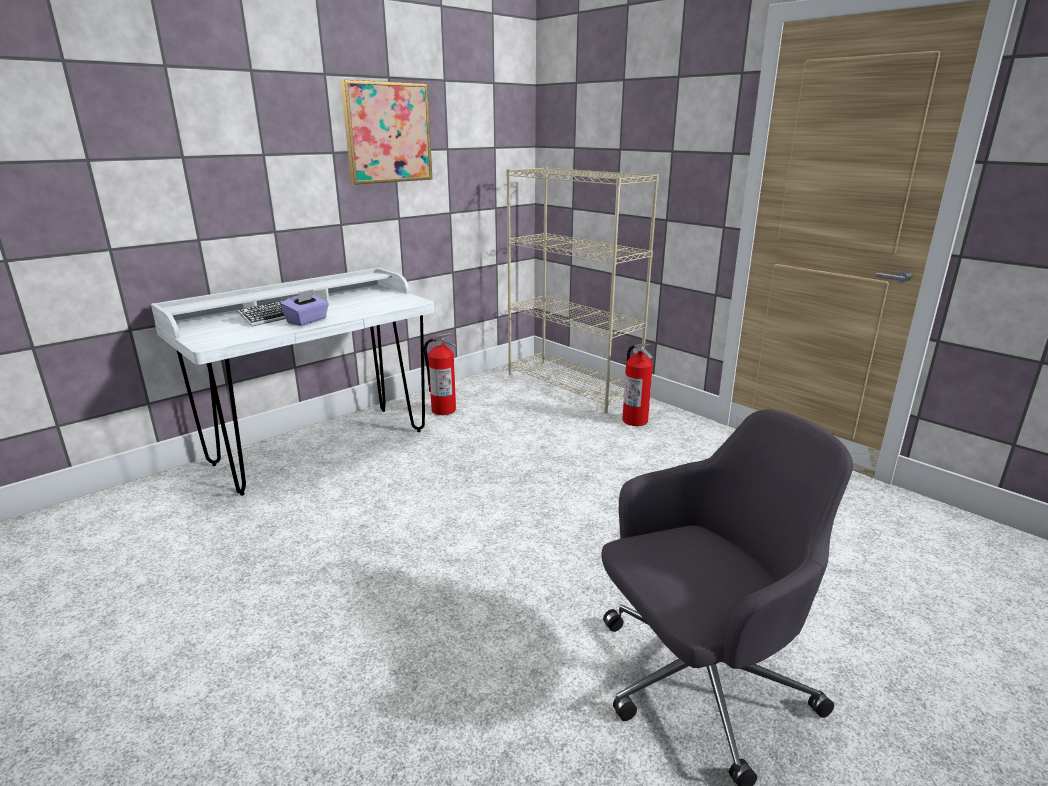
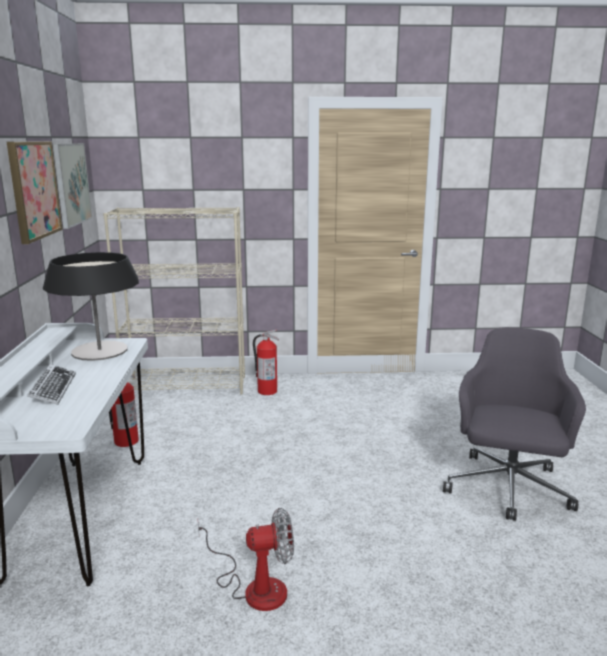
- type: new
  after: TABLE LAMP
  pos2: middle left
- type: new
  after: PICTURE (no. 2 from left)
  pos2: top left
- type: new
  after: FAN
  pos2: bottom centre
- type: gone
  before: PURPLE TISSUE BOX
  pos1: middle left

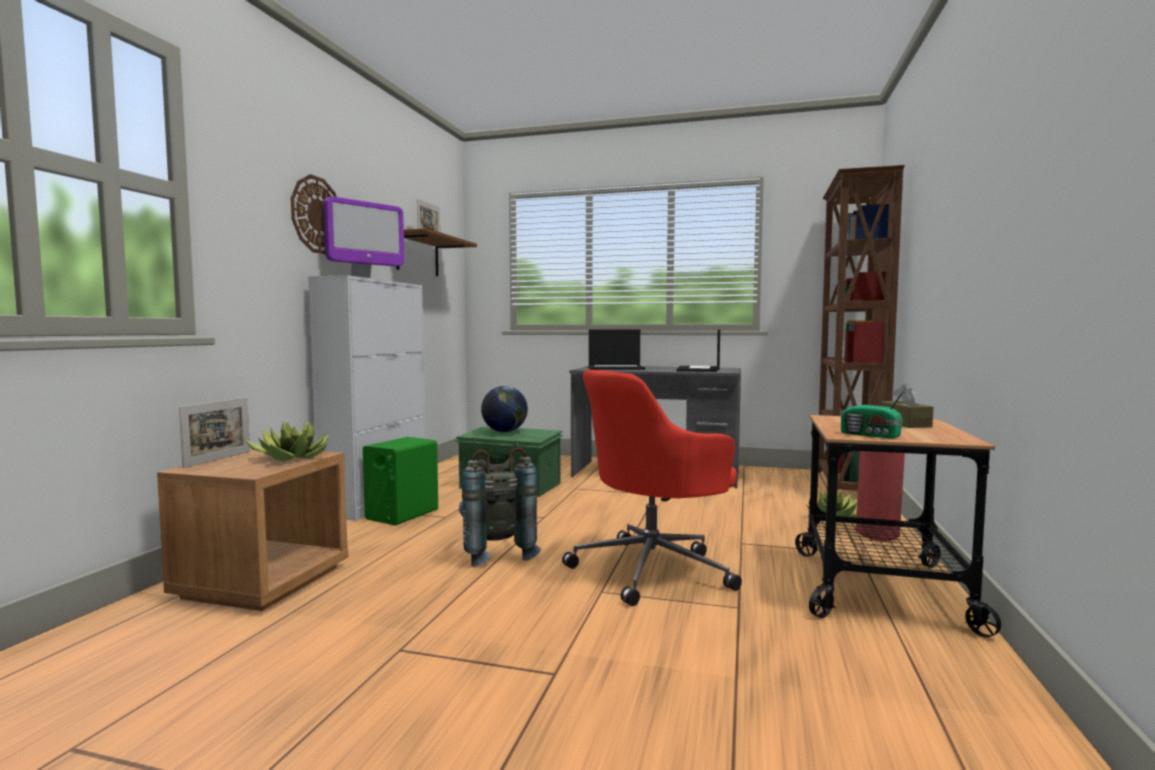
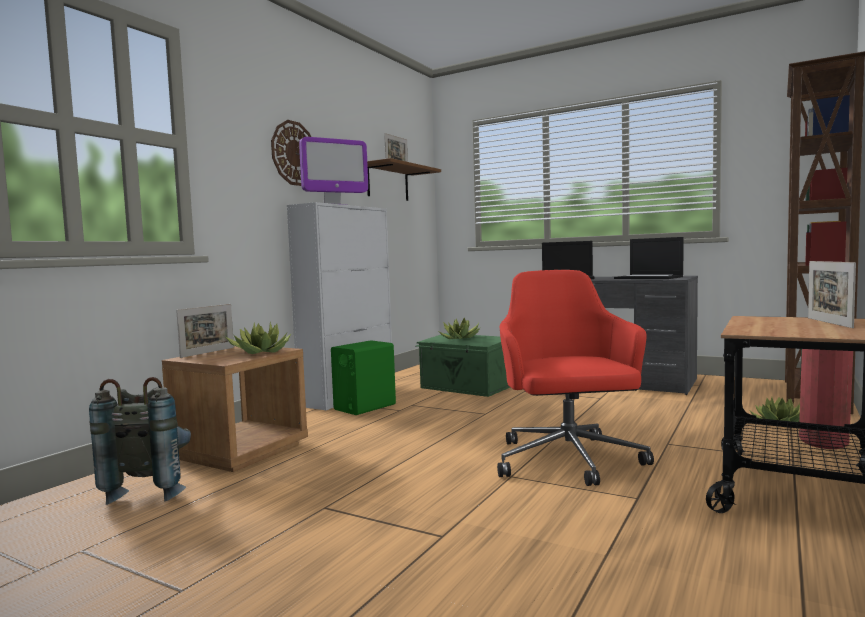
- type: shifted
  before: GREY BACKPACK
  pos1: centre
  pos2: bottom left
- type: swapped
  before: GLOBE
  after: POTTED PLANT (no. 2 from left)
  pos1: centre
  pos2: centre
- type: rotated
  before: RED OFFICE CHAIR
  pos1: centre
  pos2: centre
  turn: 105
- type: rotated
  before: LAPTOP (no. 2 from left)
  pos1: centre
  pos2: middle right
  turn: -75
- type: swapped
  before: BROWN TISSUE BOX
  after: PICTURE FRAME (no. 3 from left)
  pos1: middle right
  pos2: middle right
- type: gone
  before: RADIO
  pos1: middle right

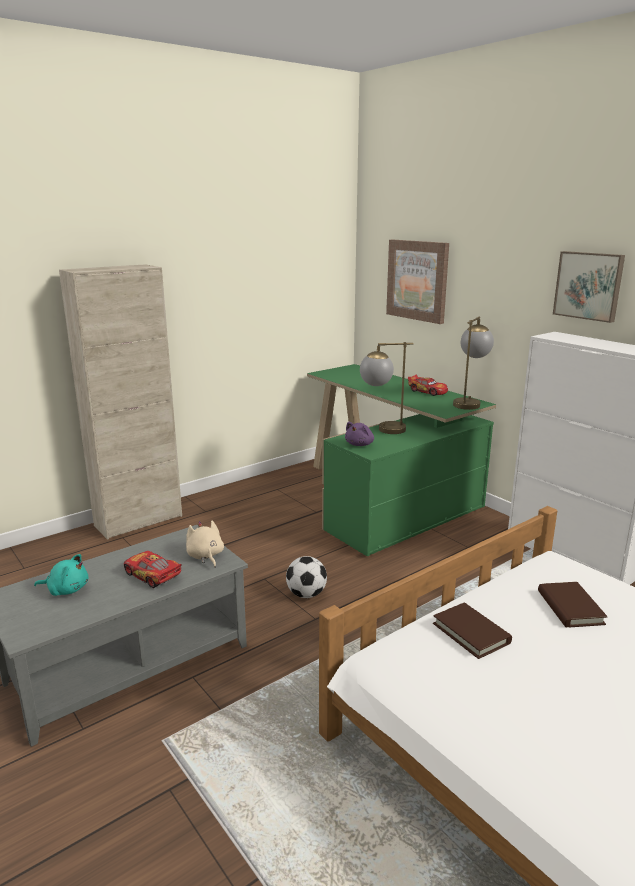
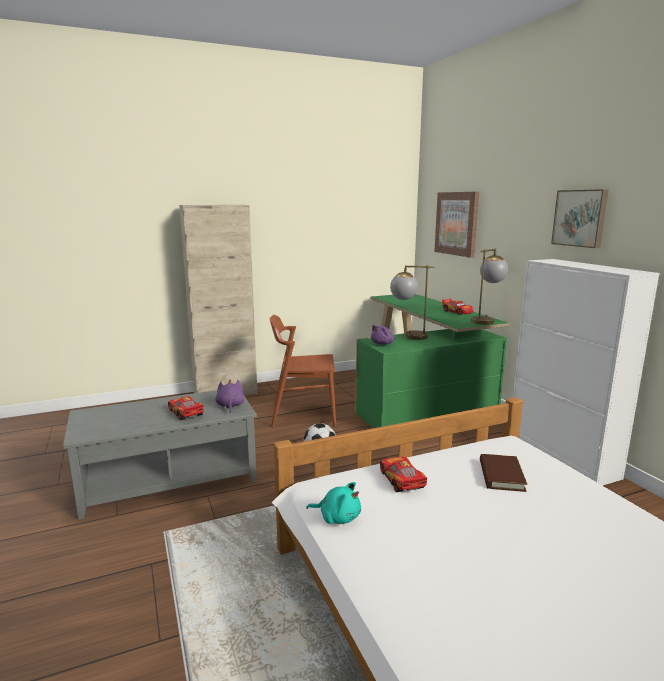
- type: repainted
  before: BEIGE PLUSH TOY
  after: PURPLE PLUSH TOY (no. 1 from left)
  pos1: middle left
  pos2: centre
- type: new
  after: BROWN CHAIR
  pos2: centre
- type: shifted
  before: TURQUOISE PLUSH TOY
  pos1: middle left
  pos2: bottom centre
- type: swapped
  before: BROWN BOOK (no. 1 from left)
  after: TOY CAR (no. 2 from left)
  pos1: bottom right
  pos2: bottom centre

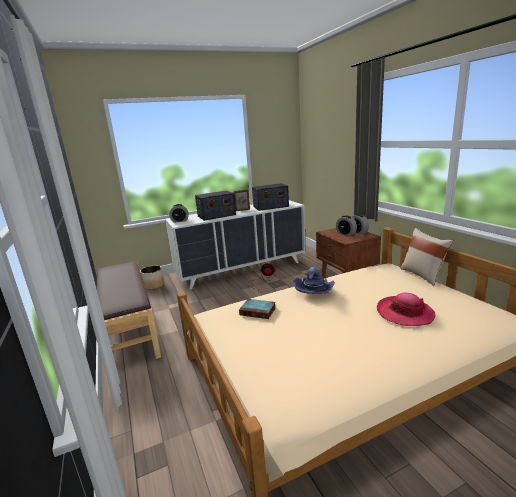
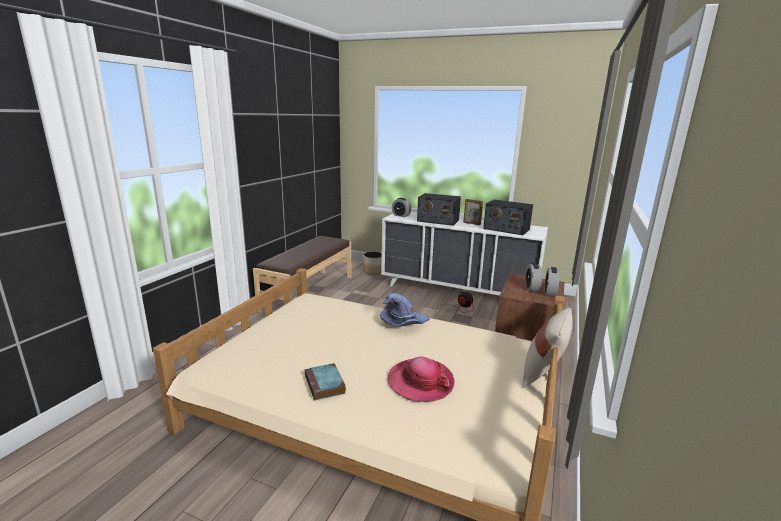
- type: shifted
  before: BOOK
  pos1: centre
  pos2: bottom centre

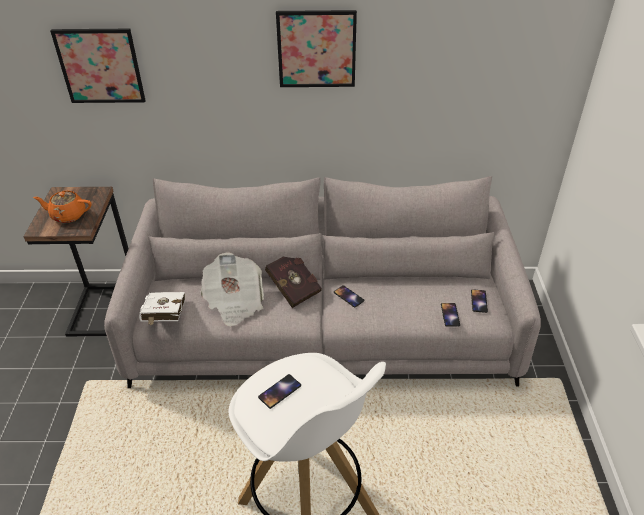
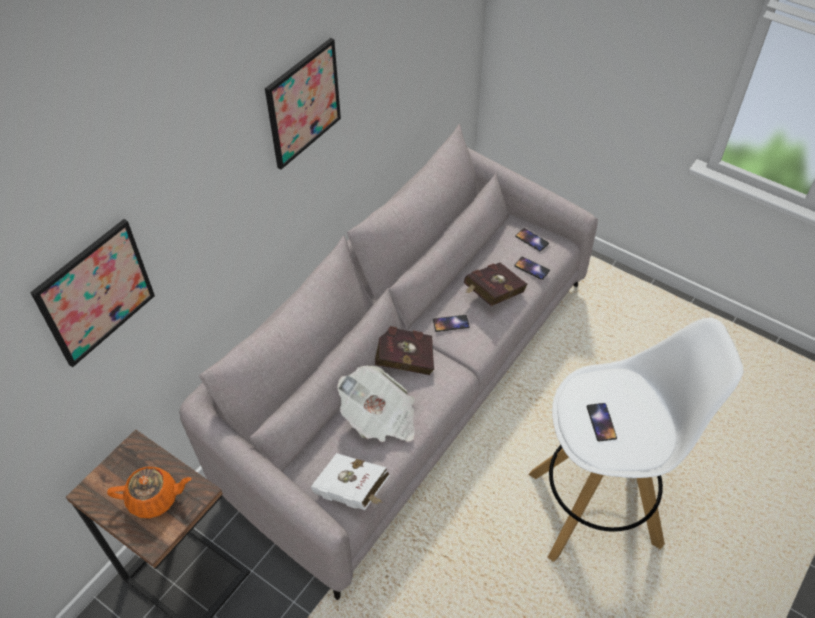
- type: rotated
  before: ORANGE TEAPOT
  pos1: middle left
  pos2: bottom left
  turn: -135
- type: new
  after: RED BOOK (no. 2 from left)
  pos2: centre

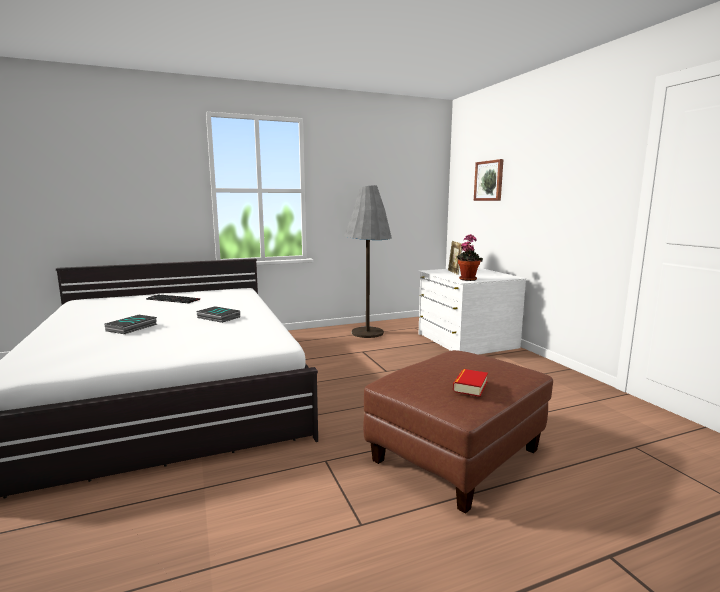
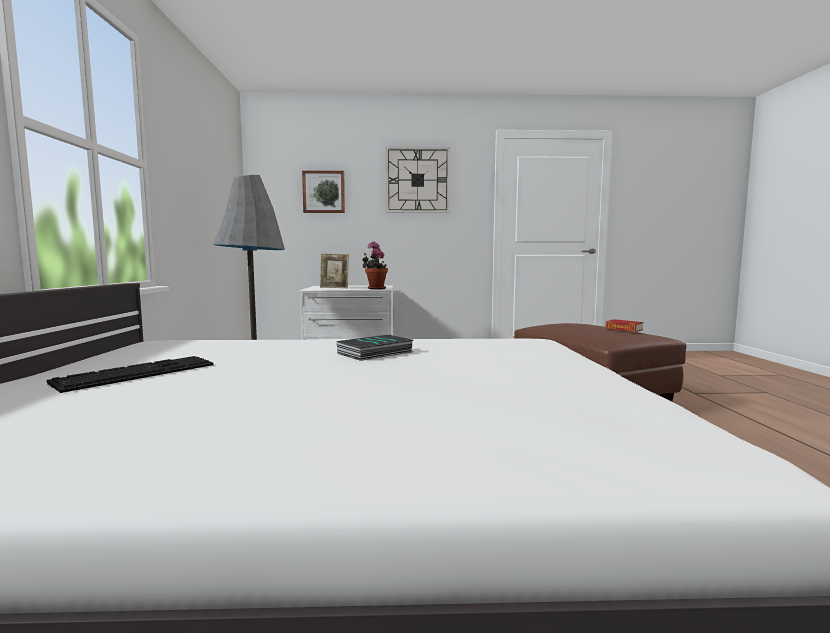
- type: new
  after: WALL CLOCK
  pos2: top centre
- type: gone
  before: BOOK (no. 1 from left)
  pos1: middle left

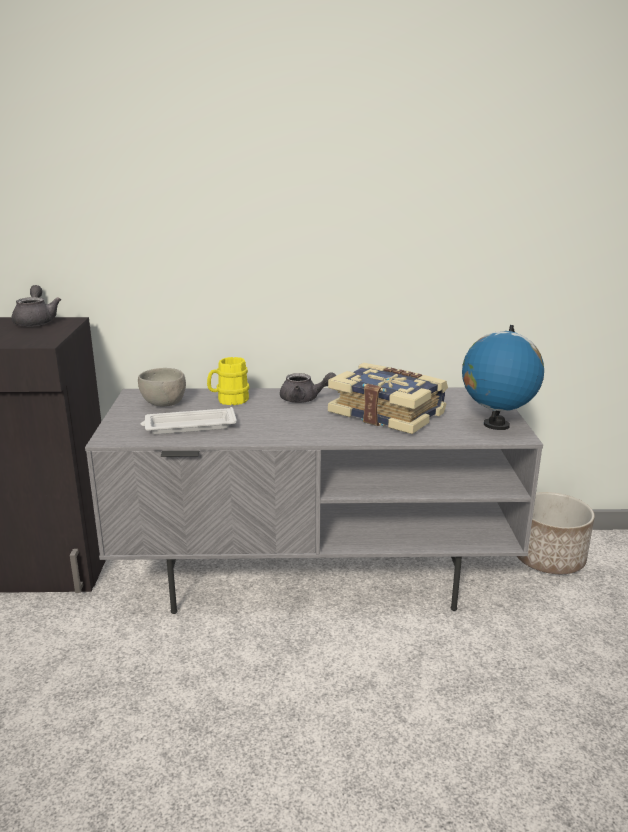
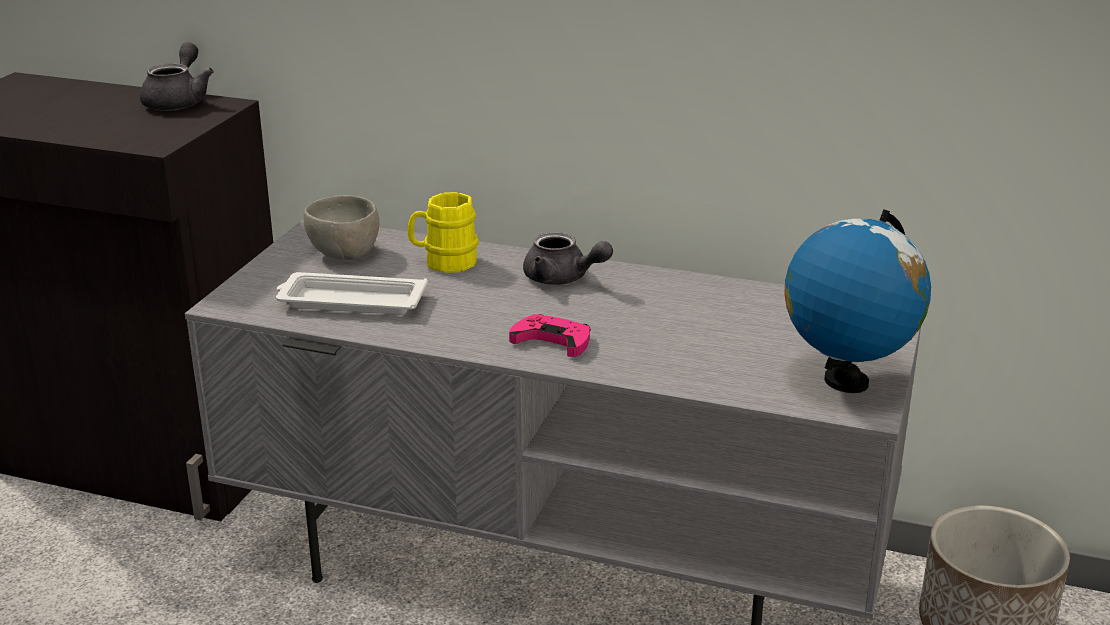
- type: new
  after: PINK GAME CONTROLLER
  pos2: centre
- type: gone
  before: BOOK
  pos1: centre

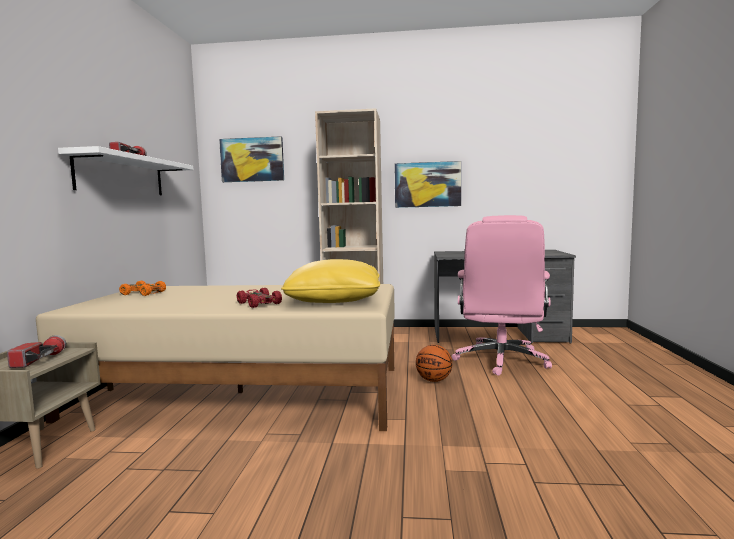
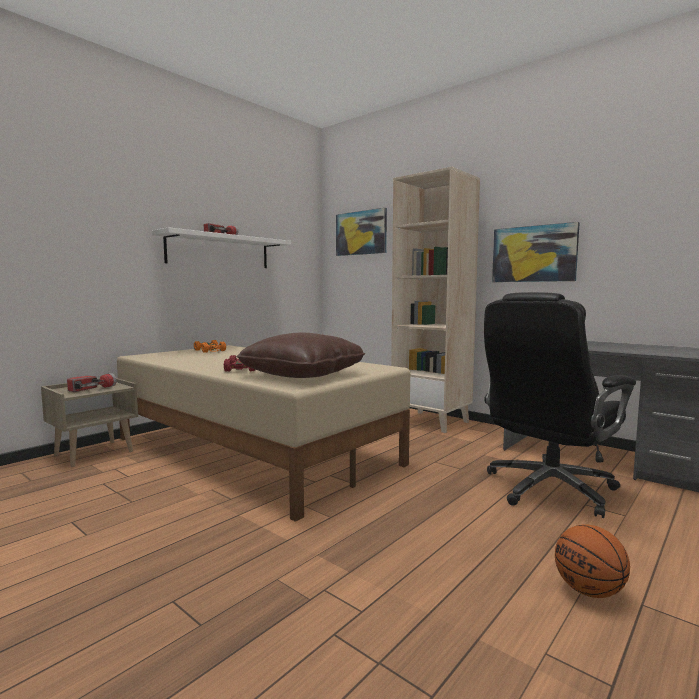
- type: repainted
  before: YELLOW PILLOW
  after: BROWN PILLOW
  pos1: centre
  pos2: centre
- type: repainted
  before: PINK OFFICE CHAIR
  after: BLACK OFFICE CHAIR
  pos1: middle right
  pos2: middle right
- type: shifted
  before: BASKETBALL
  pos1: bottom centre
  pos2: bottom right

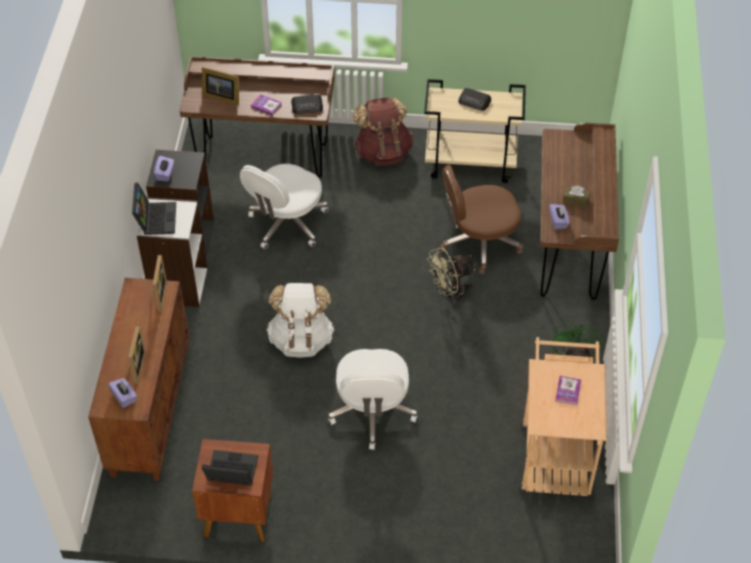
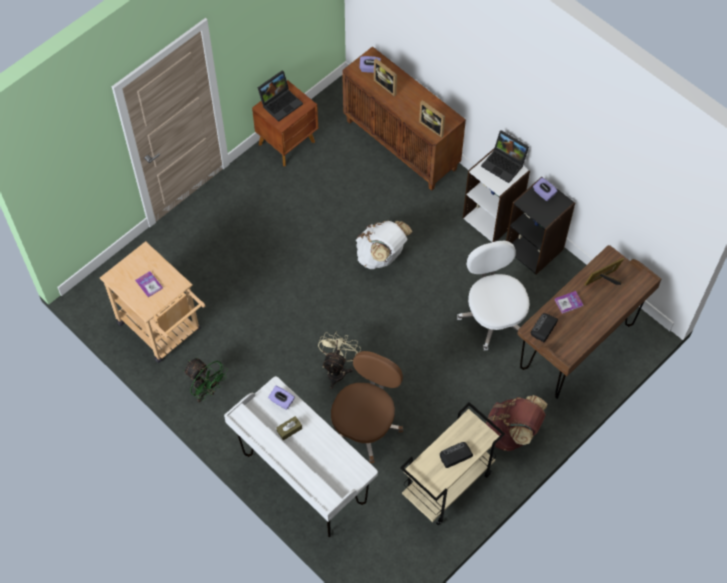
- type: repainted
  before: BROWN DESK (no. 2 from left)
  after: WHITE DESK
  pos1: middle right
  pos2: bottom centre
- type: gone
  before: WHITE OFFICE CHAIR (no. 2 from left)
  pos1: bottom centre

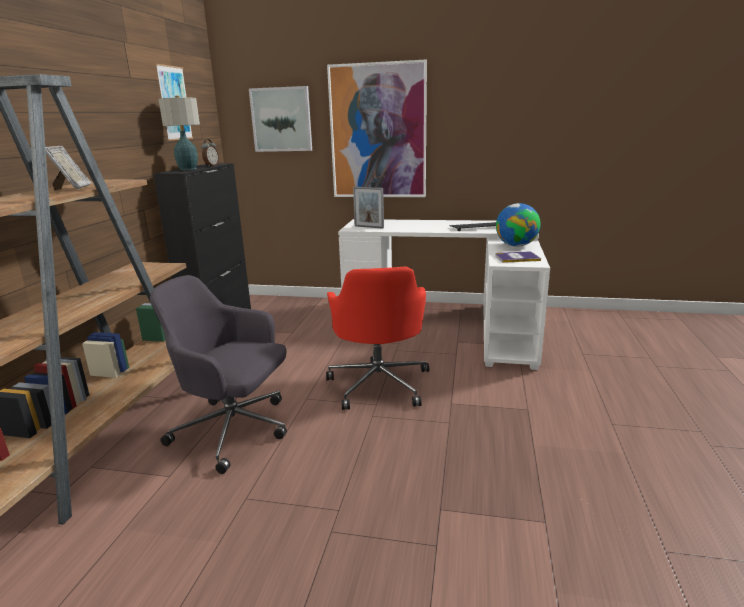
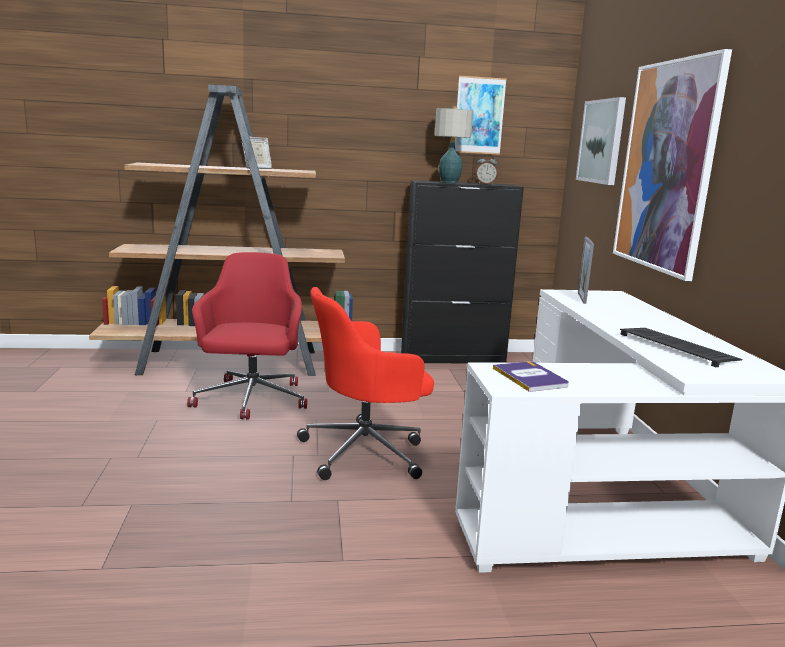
- type: repainted
  before: GREY OFFICE CHAIR
  after: RED OFFICE CHAIR (no. 1 from left)
  pos1: middle left
  pos2: middle left
- type: gone
  before: GLOBE
  pos1: middle right

